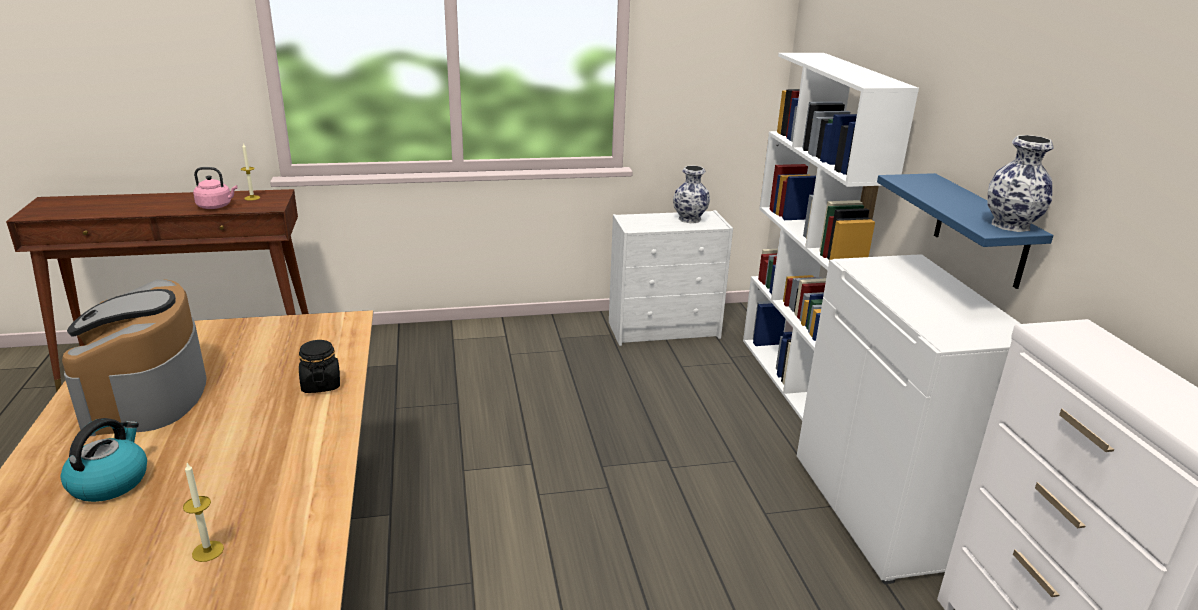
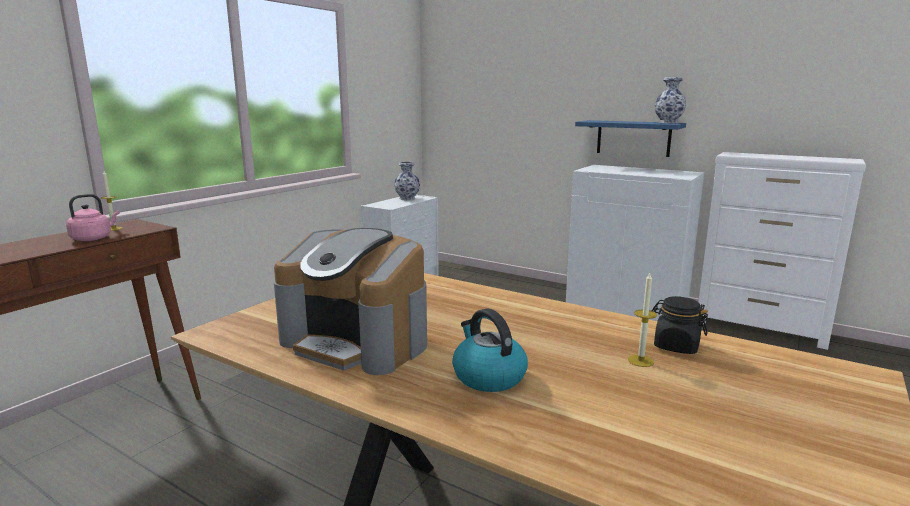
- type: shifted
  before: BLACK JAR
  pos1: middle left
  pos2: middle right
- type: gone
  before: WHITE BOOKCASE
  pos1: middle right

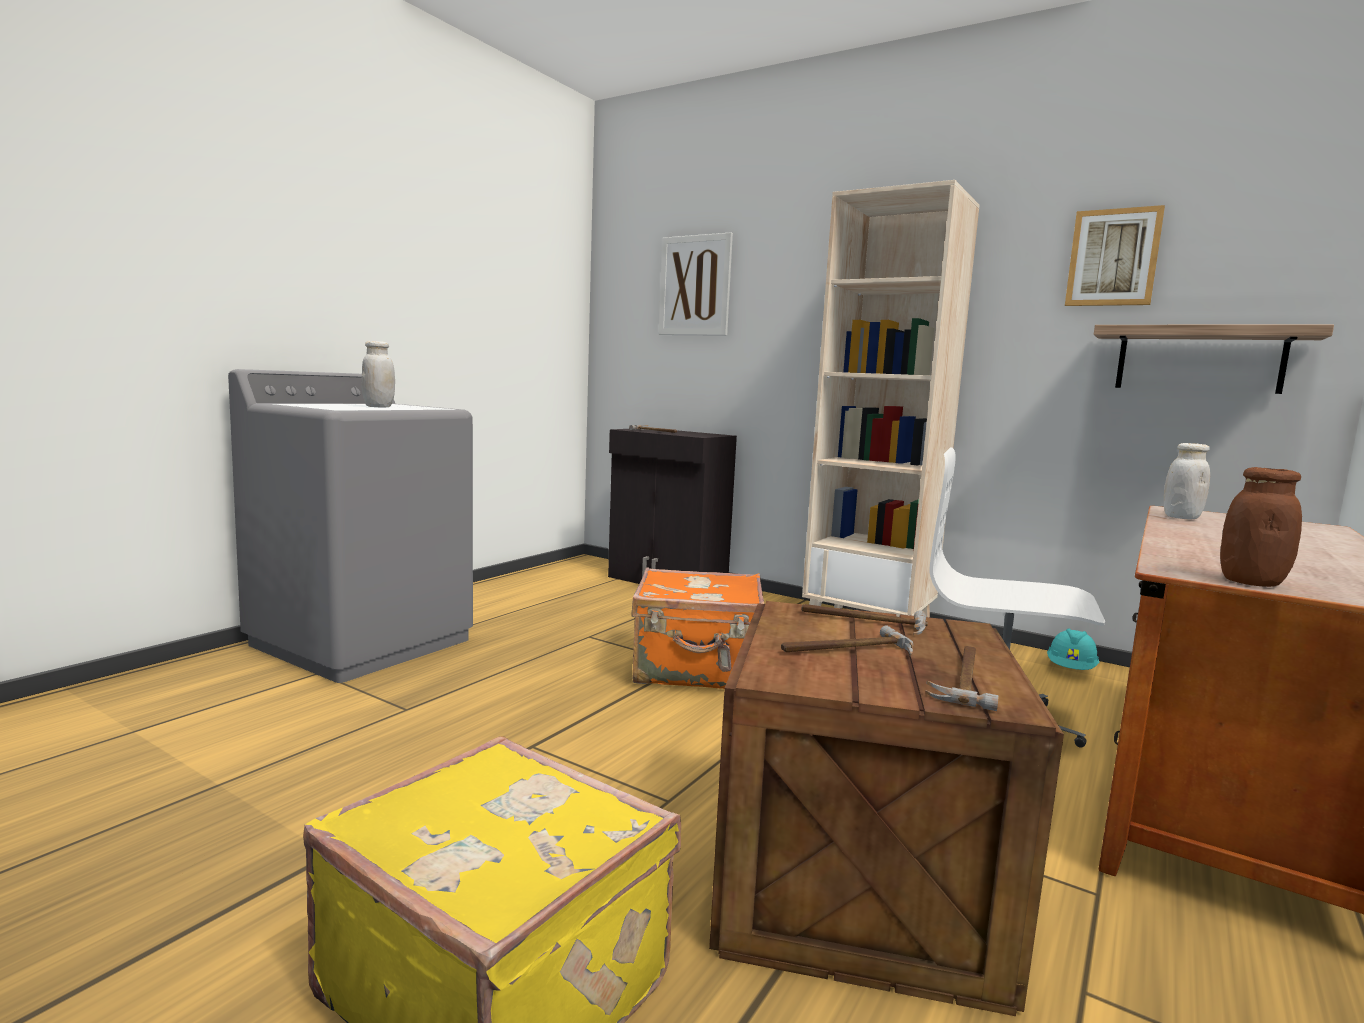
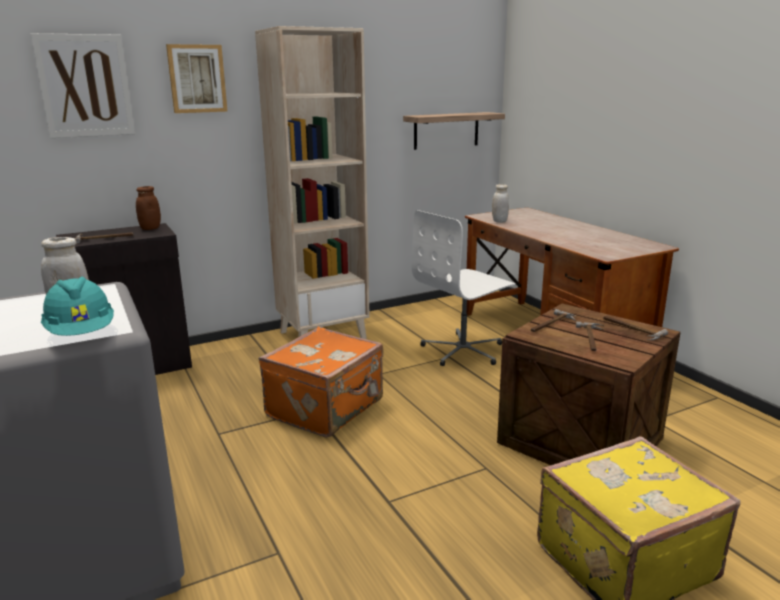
- type: shifted
  before: TURQUOISE HARD HAT
  pos1: middle right
  pos2: middle left
- type: shifted
  before: BROWN JAR
  pos1: middle right
  pos2: middle left
- type: shifted
  before: PICTURE (no. 2 from left)
  pos1: top right
  pos2: top left

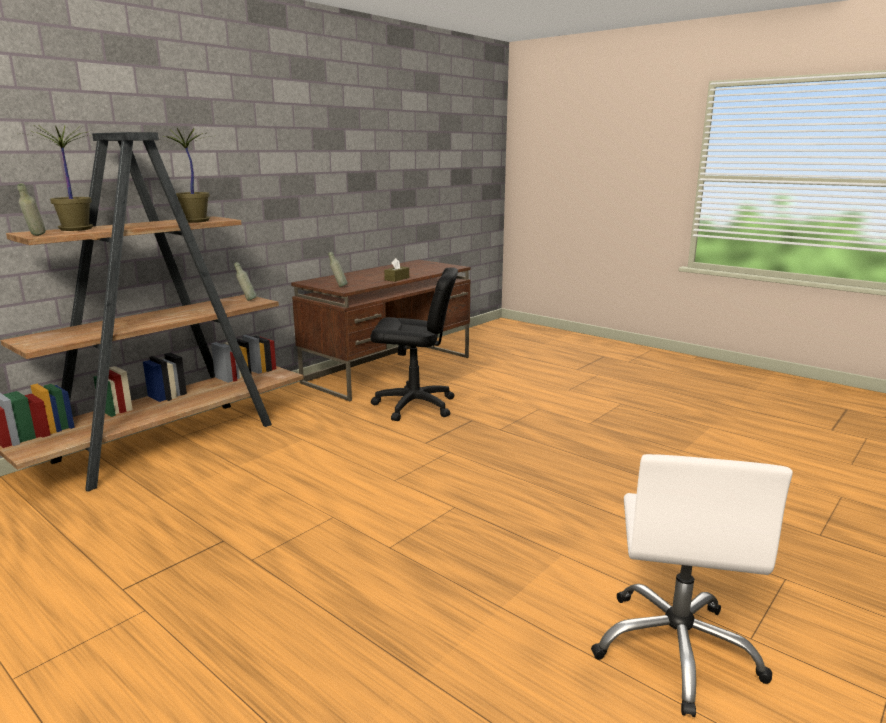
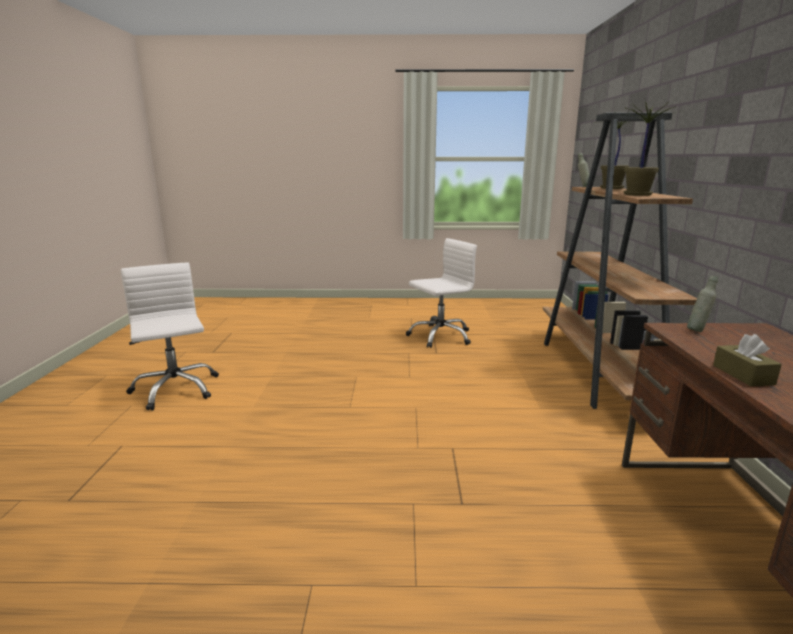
- type: new
  after: WHITE OFFICE CHAIR (no. 2 from left)
  pos2: centre
- type: gone
  before: GREY BOTTLE (no. 2 from left)
  pos1: middle left
- type: gone
  before: BLACK OFFICE CHAIR
  pos1: centre

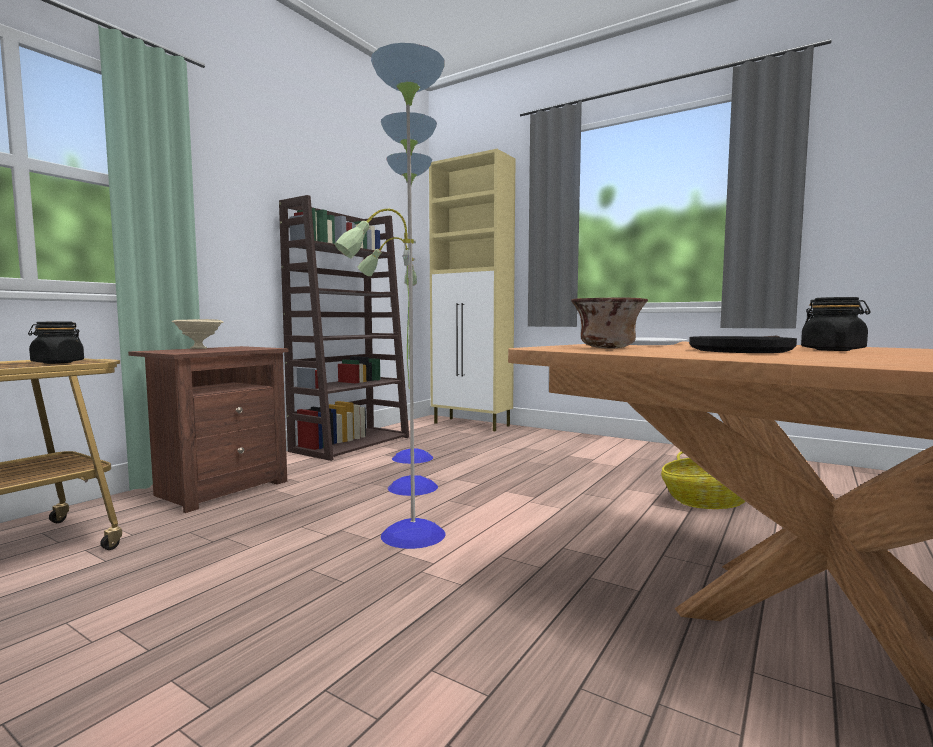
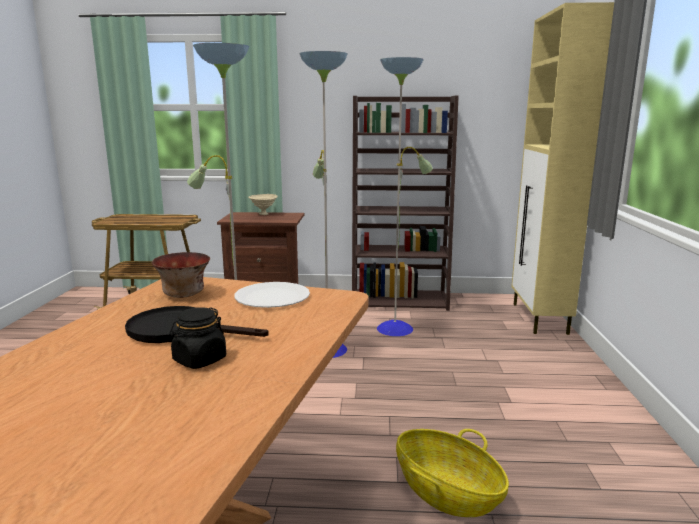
- type: gone
  before: BLACK JAR (no. 1 from left)
  pos1: middle left

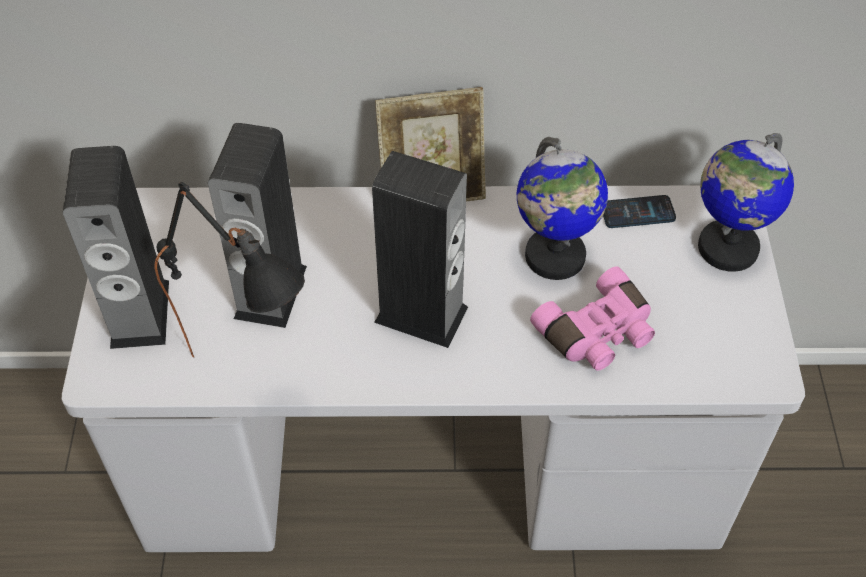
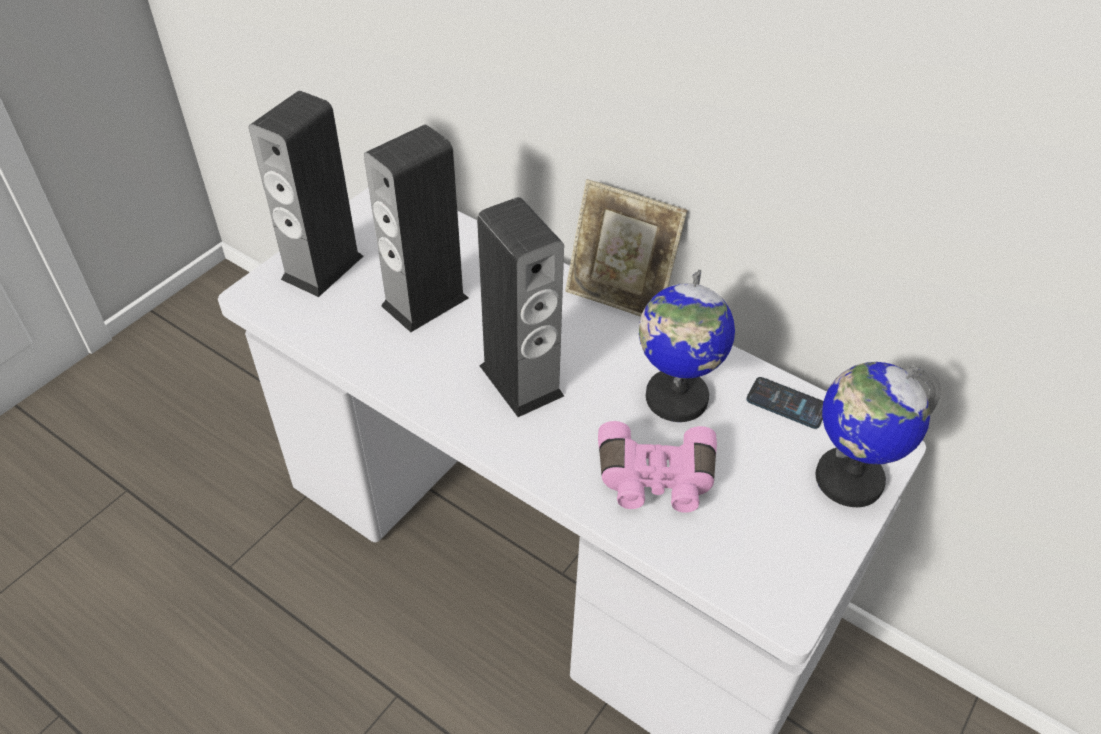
- type: gone
  before: BLACK TABLE LAMP
  pos1: middle left

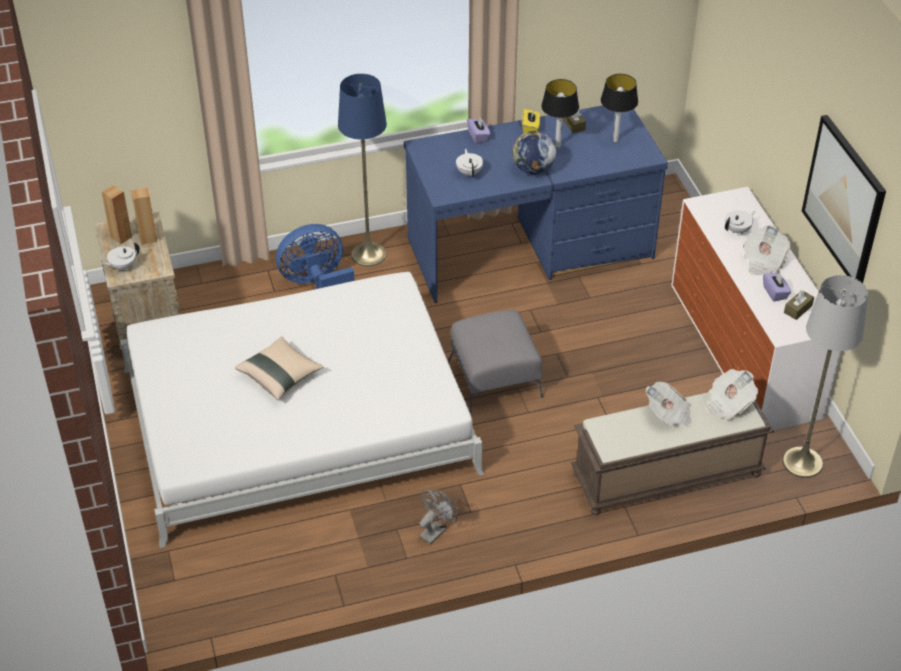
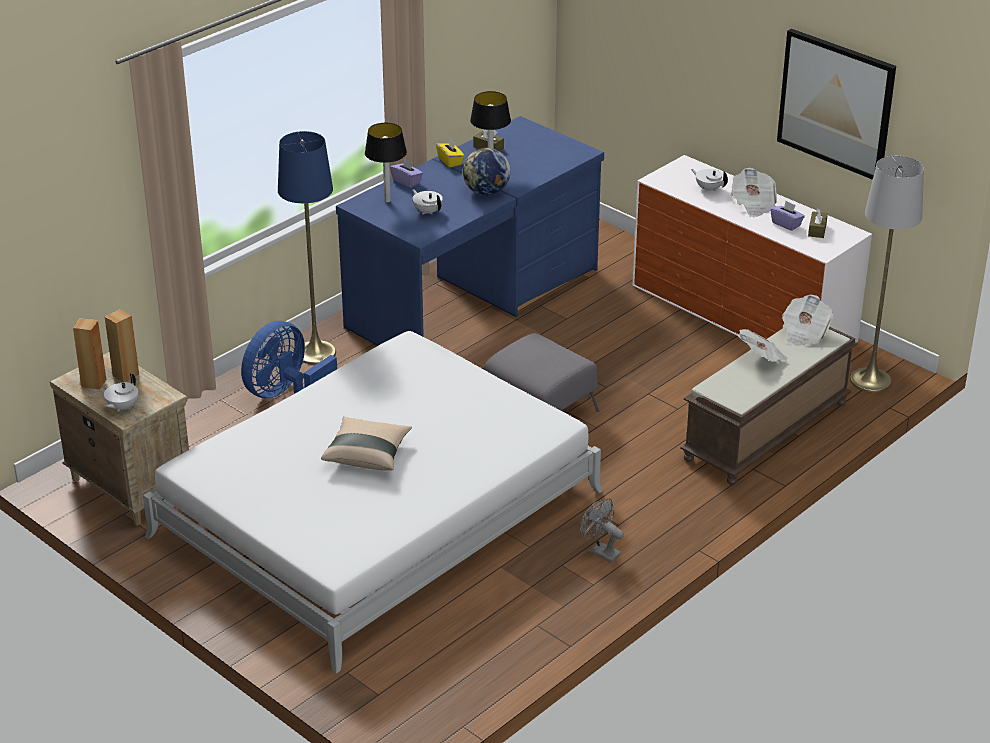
- type: shifted
  before: TABLE LAMP (no. 2 from left in the first image)
  after: TABLE LAMP (no. 1 from left)
  pos1: top right
  pos2: top centre
- type: rotated
  before: GREY FAN
  pos1: bottom centre
  pos2: bottom centre
  turn: -60
- type: rotated
  before: WHITE TEAPOT (no. 3 from left)
  pos1: top right
  pos2: top right
  turn: -75

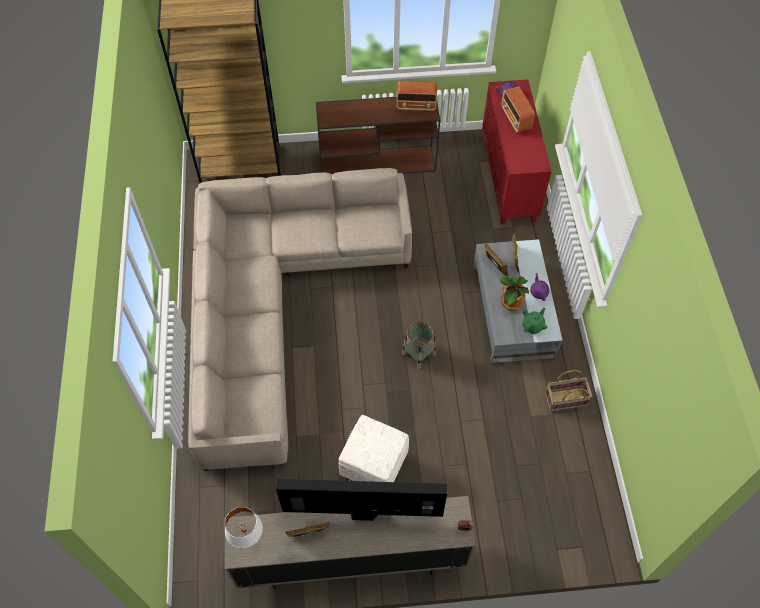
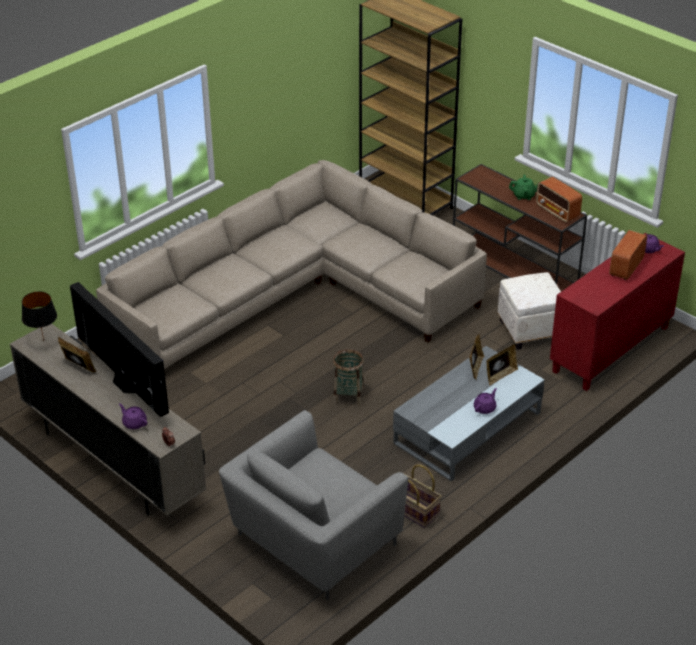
- type: repainted
  before: WHITE TABLE LAMP
  after: BLACK TABLE LAMP
  pos1: bottom left
  pos2: middle left
- type: new
  after: PURPLE TEAPOT (no. 1 from left)
  pos2: middle left
- type: new
  after: GREY ARMCHAIR
  pos2: bottom centre
- type: shifted
  before: WHITE OTTOMAN
  pos1: bottom centre
  pos2: middle right
- type: shifted
  before: GREEN TEAPOT
  pos1: middle right
  pos2: top right
- type: gone
  before: POTTED PLANT
  pos1: middle right

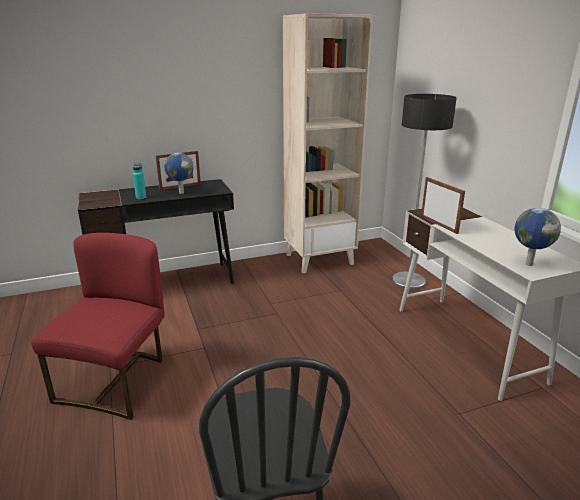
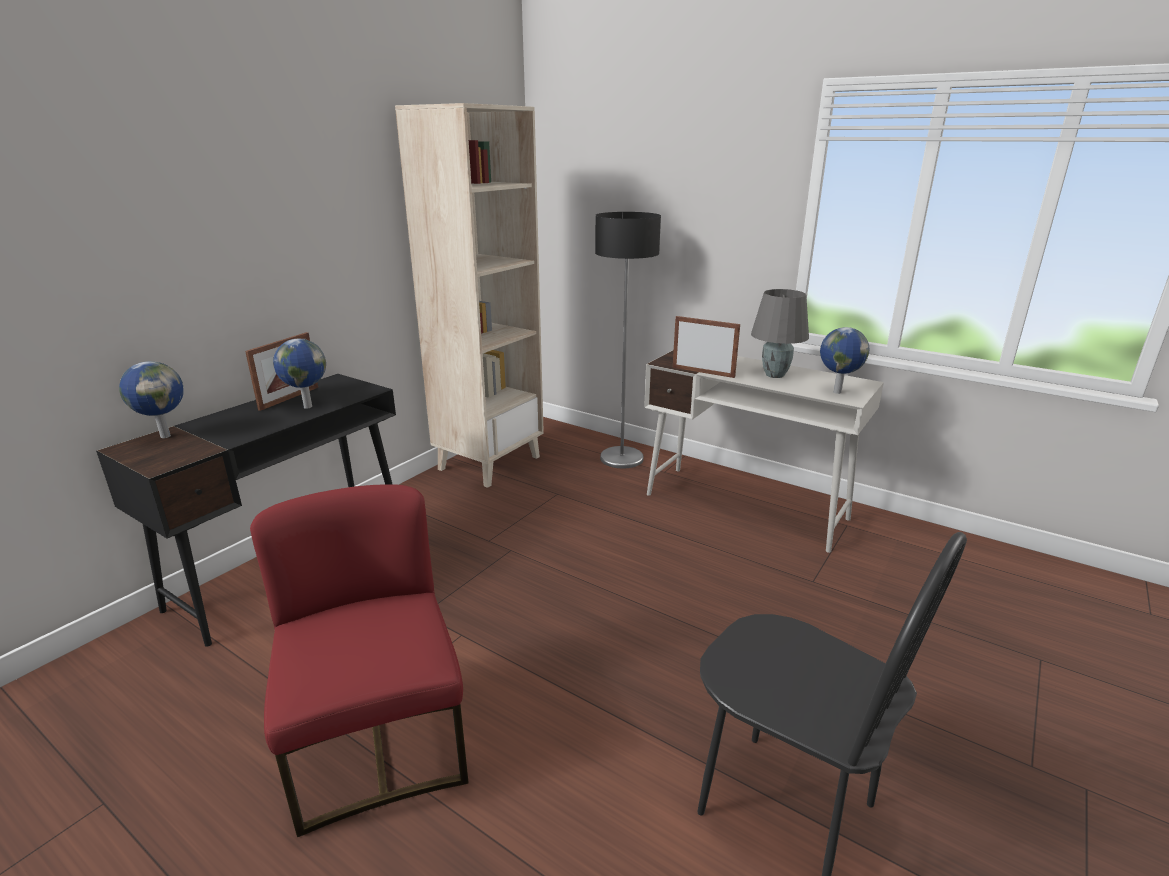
- type: new
  after: GLOBE (no. 1 from left)
  pos2: middle left
- type: new
  after: GREY TABLE LAMP
  pos2: middle right
- type: gone
  before: TURQUOISE BOTTLE
  pos1: middle left

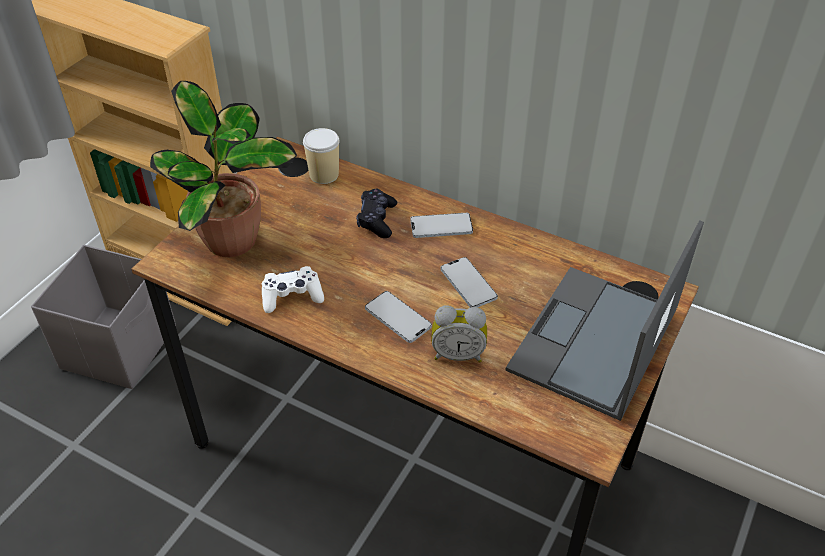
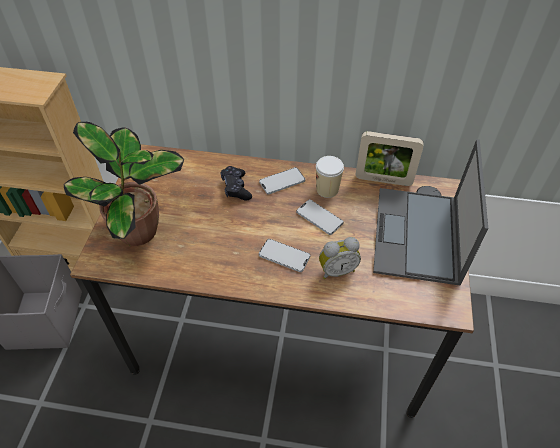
- type: shifted
  before: CUP
  pos1: top centre
  pos2: centre
- type: new
  after: PICTURE FRAME
  pos2: middle right
- type: gone
  before: WHITE GAME CONTROLLER
  pos1: centre

